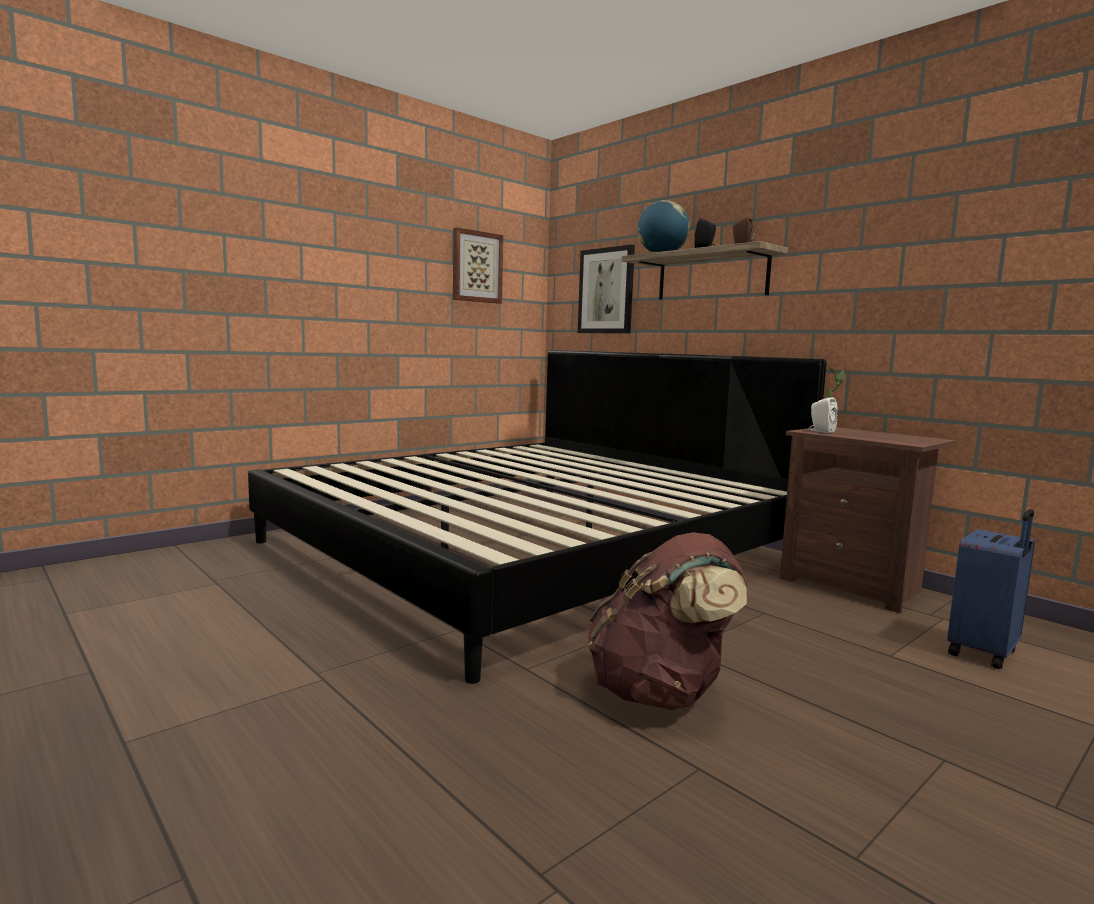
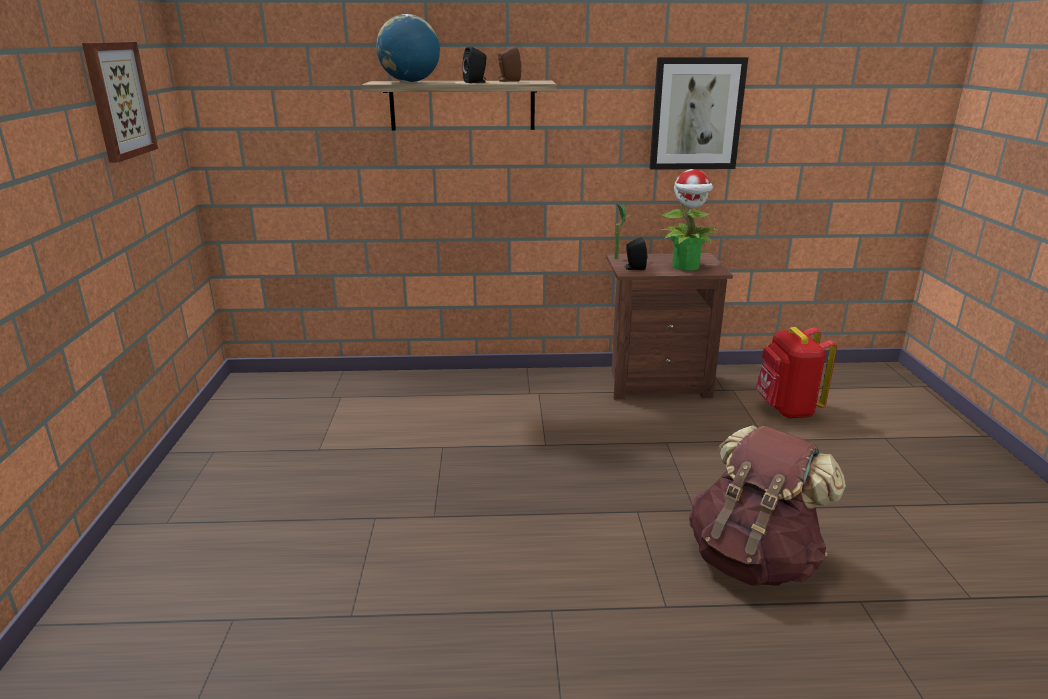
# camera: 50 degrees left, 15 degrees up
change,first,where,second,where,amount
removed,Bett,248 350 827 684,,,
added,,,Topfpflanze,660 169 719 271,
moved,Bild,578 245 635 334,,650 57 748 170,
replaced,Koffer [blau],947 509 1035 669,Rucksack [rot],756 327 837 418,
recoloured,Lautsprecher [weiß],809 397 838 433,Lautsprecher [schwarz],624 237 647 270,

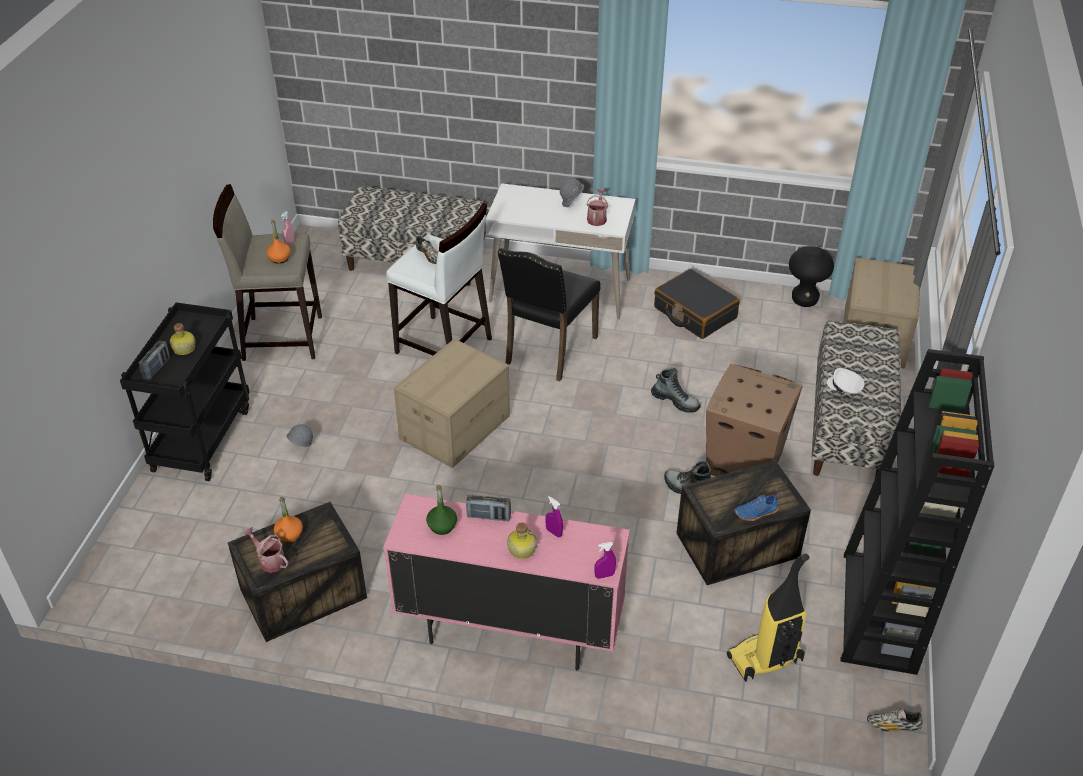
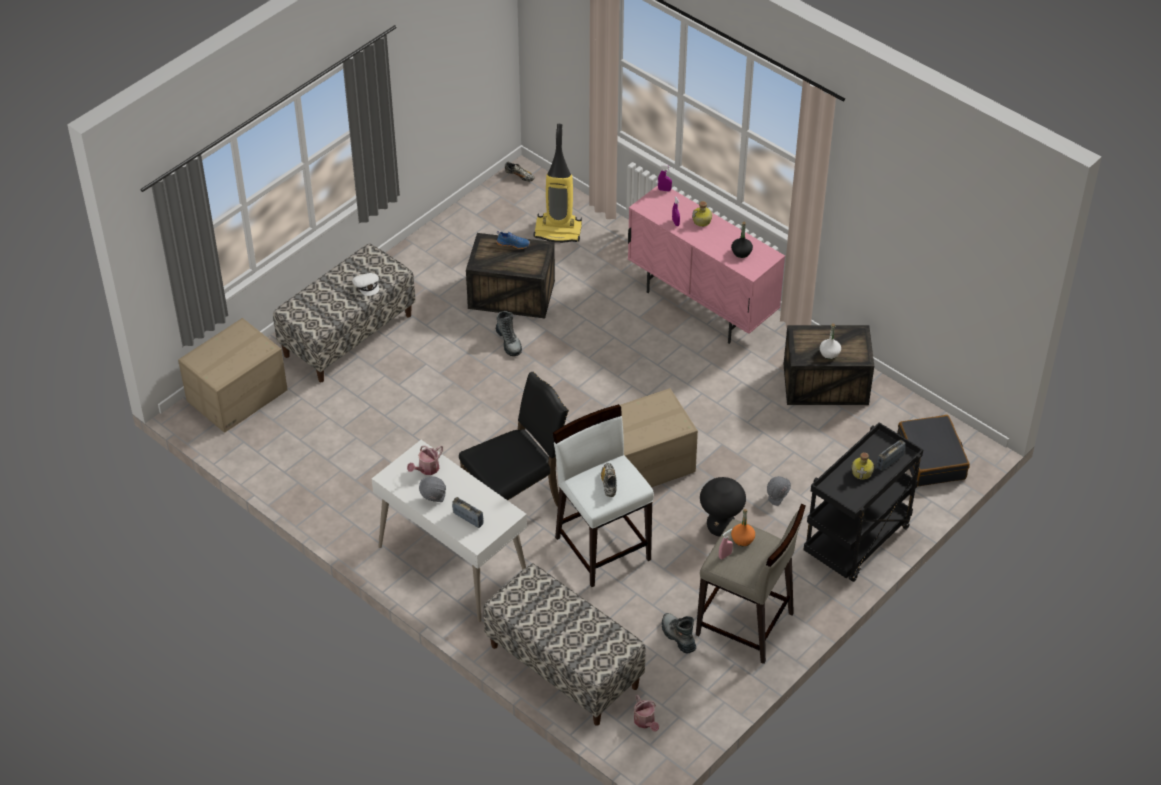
# camera: 150 degrees left, 5 degrees up
change,first,where,second,where,amount
removed,Karton,706 364 803 476,,,
removed,Bücherregal [schwarz],841 349 994 675,,,
moved,Gießkanne,243 527 288 573,,634 695 659 732,
moved,Radio,466 495 511 521,,452 497 483 528,
moved,Stiefel,651 367 701 413,,662 613 696 654,
moved,Koffer [schwarz],654 269 740 339,,897 415 970 486,
moved,Hocker [schwarz],789 246 834 307,,700 477 746 537,
recoloured,Flasche [orange],274 497 303 543,Flasche [weiß],820 323 841 359,
recoloured,Flasche [grün],426 485 457 535,Flasche [schwarz],731 221 753 258,

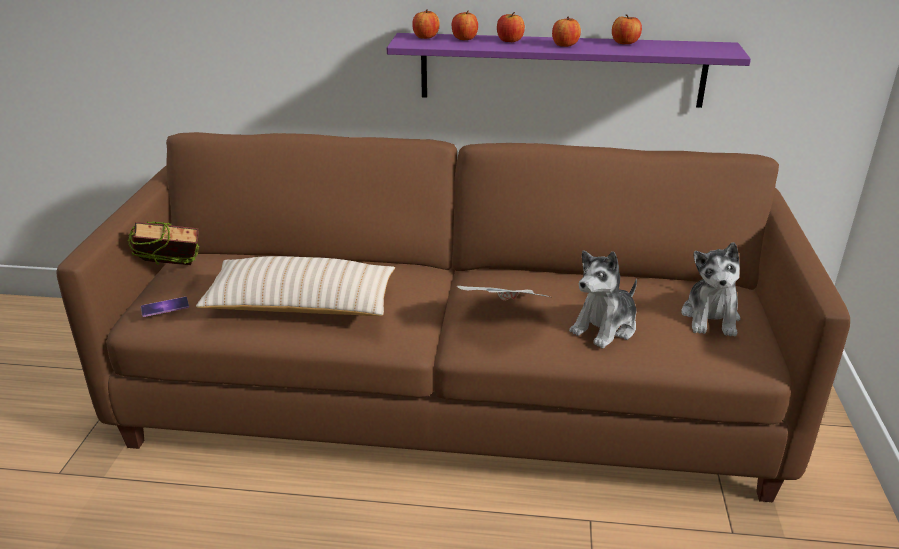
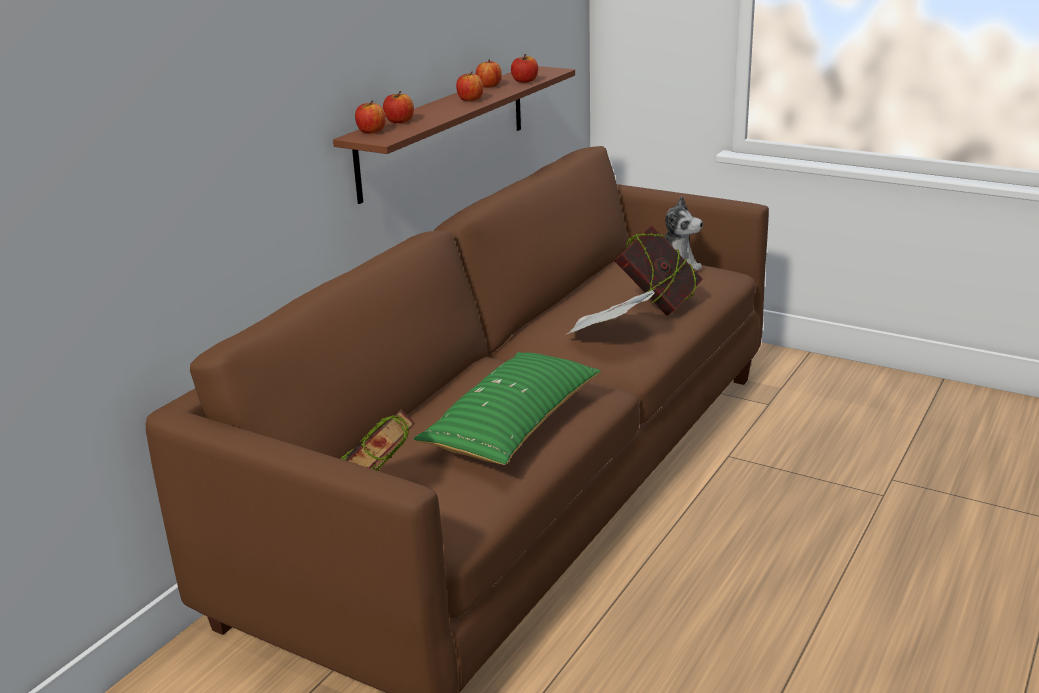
# camera: 65 degrees left, 5 degrees down
change,first,where,second,where,amount
removed,Handy,141 297 189 317,,,
moved,Apfel,497 12 525 42,,511 54 538 83,
replaced,Plüschtier,569 250 637 348,Buch,615 225 703 316,
recoloured,Kissen [beige],196 256 395 316,Kissen [grün],414 352 601 465,
recoloured,Wandregal [lila],387 33 751 108,Wandregal [braun],333 66 575 204,

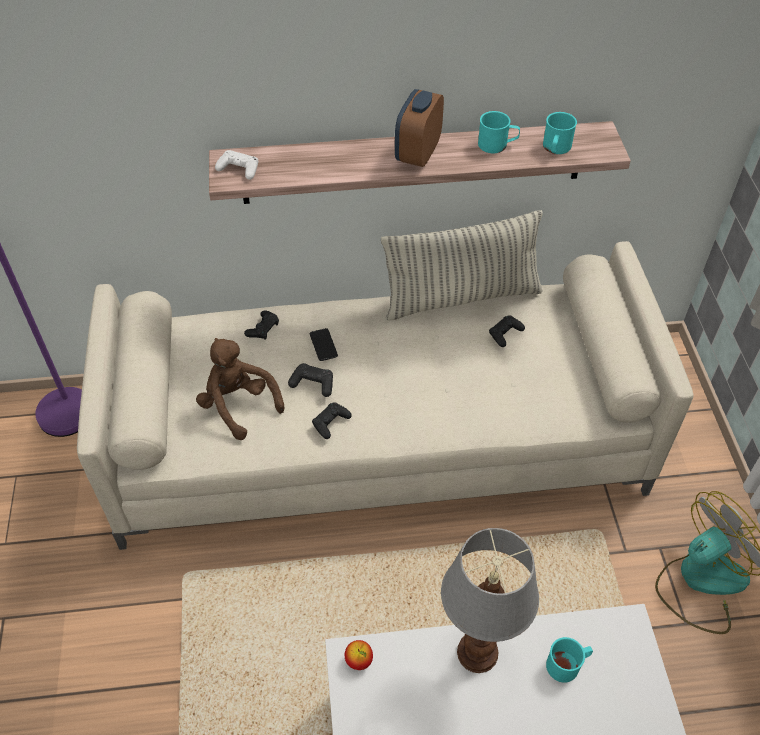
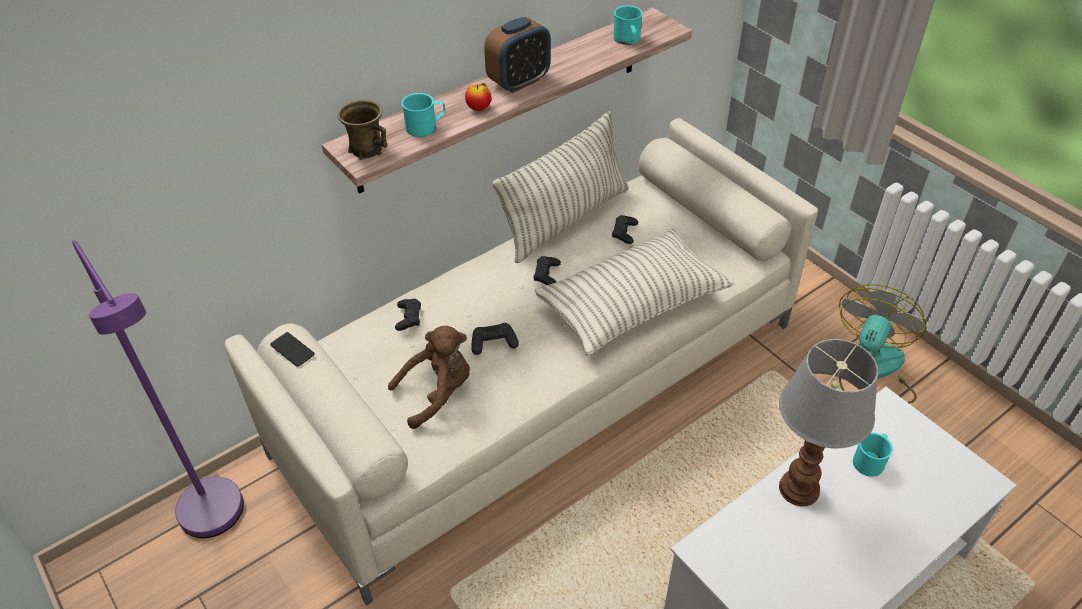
# camera: 30 degrees left, 5 degrees down
change,first,where,second,where,amount
added,,,Kissen,534 228 733 356,
moved,Handy,310 328 338 361,,270 332 315 367,
moved,Gamepad [schwarz],312 402 352 439,,533 256 561 285,
moved,Apfel,345 640 373 670,,465 83 492 111,
moved,Henkelbecher [türkis],478 111 520 153,,401 93 445 137,
replaced,Gamepad [weiß],215 150 258 180,Henkelbecher [braun],337 100 387 160,
turned,Plüschtier [braun],196 338 284 440,,388 326 470 429,135 degrees clockwise
turned,Wecker,395 89 444 167,,484 17 551 93,120 degrees counterclockwise

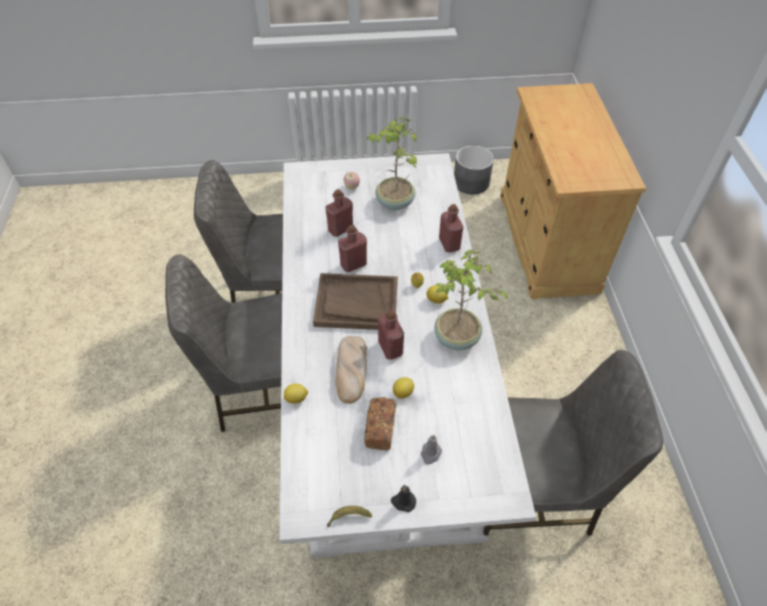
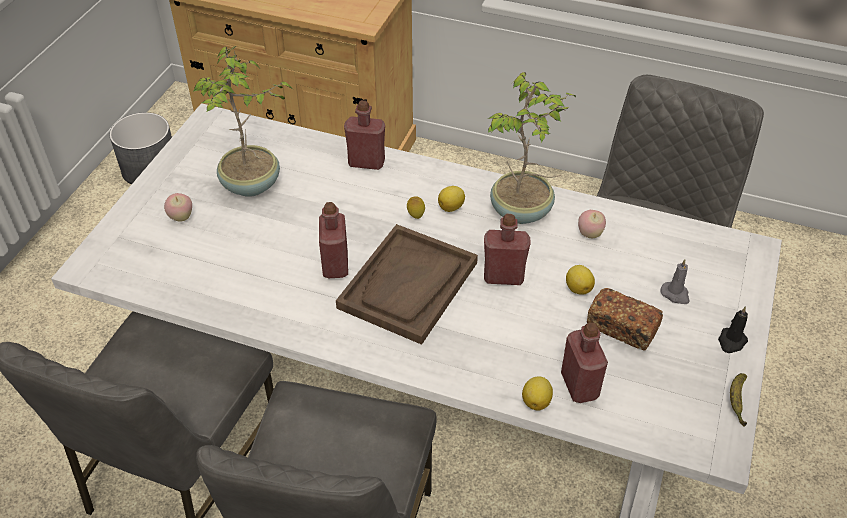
# camera: 65 degrees left, 5 degrees down
change,first,where,second,where,amount
removed,Brot,335 336 367 404,,,
added,,,Apfel,578 210 606 238,
moved,Flasche [rot],325 189 353 237,,561 323 608 403,

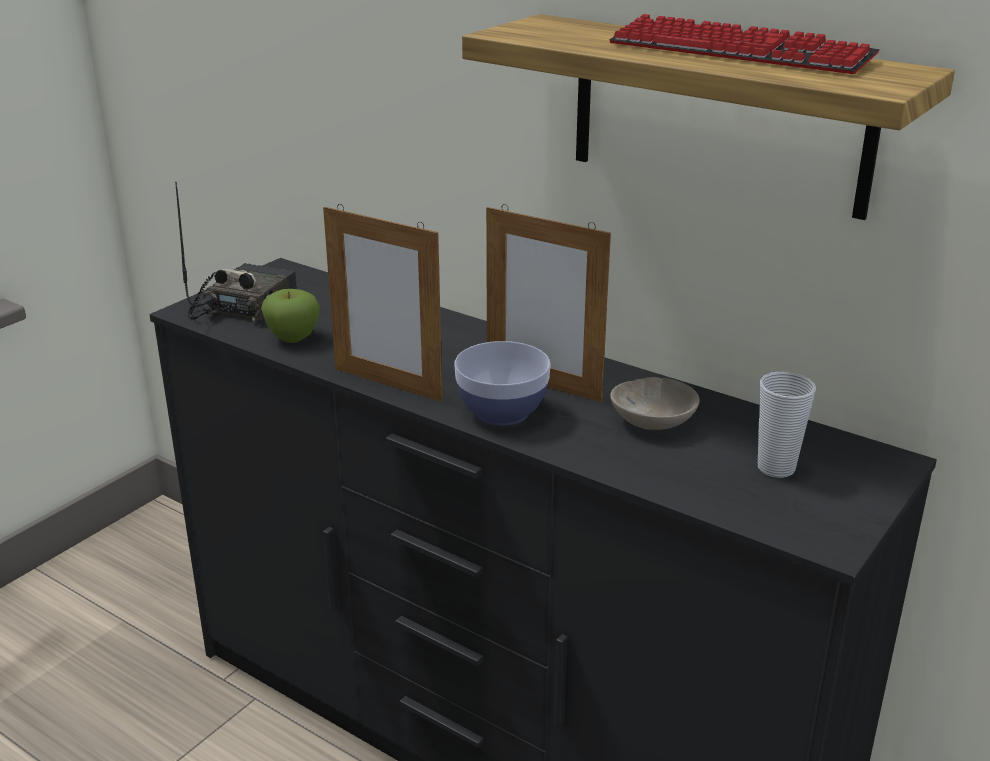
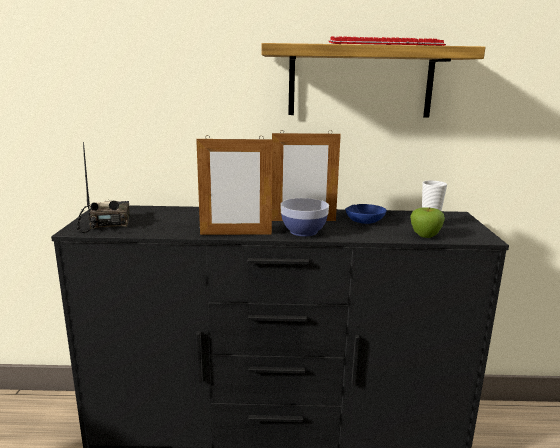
# camera: 35 degrees left, 10 degrees down
change,first,where,second,where,amount
moved,Apfel,261 289 320 343,,410 207 445 238,
recoloured,Schüssel [beige],610 377 699 430,Schüssel [blau],345 204 386 224,

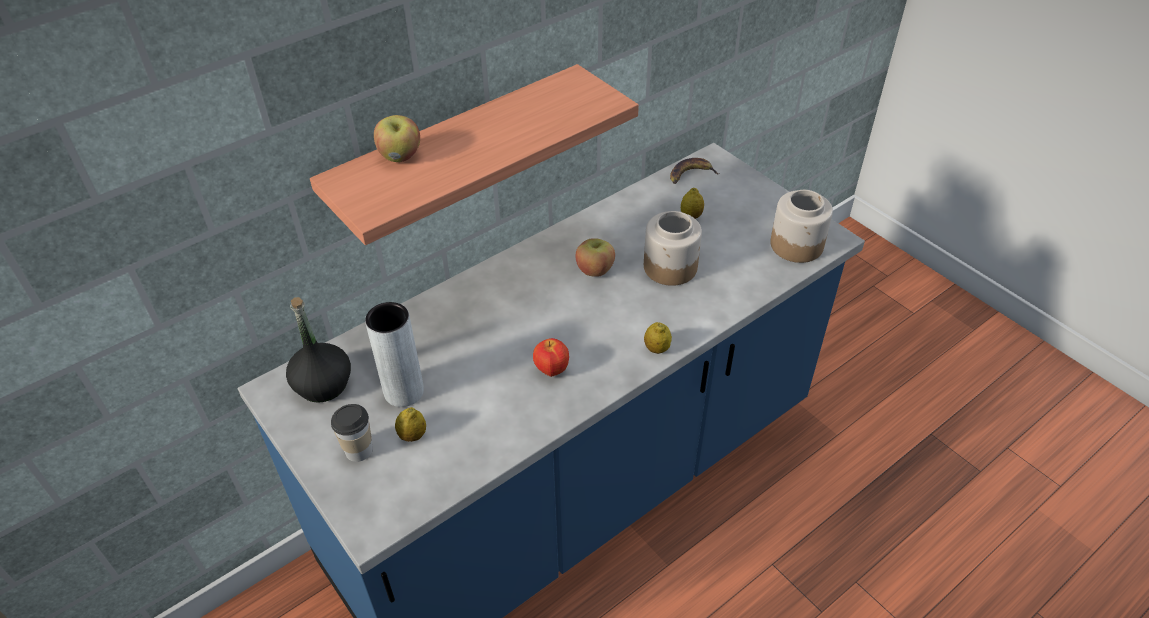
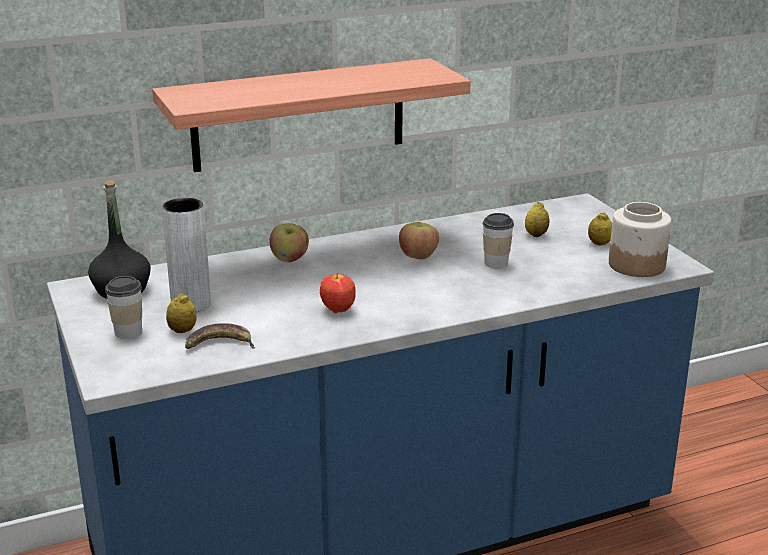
# camera: 15 degrees right, 20 degrees down
change,first,where,second,where,amount
moved,Apfel,374 115 420 162,,269 223 309 262,
moved,Zitrone,644 322 672 354,,588 212 612 246,
moved,Banane,670 158 719 184,,185 323 255 349,
replaced,Vorratsglas,644 211 702 286,Tasse,482 213 514 268,

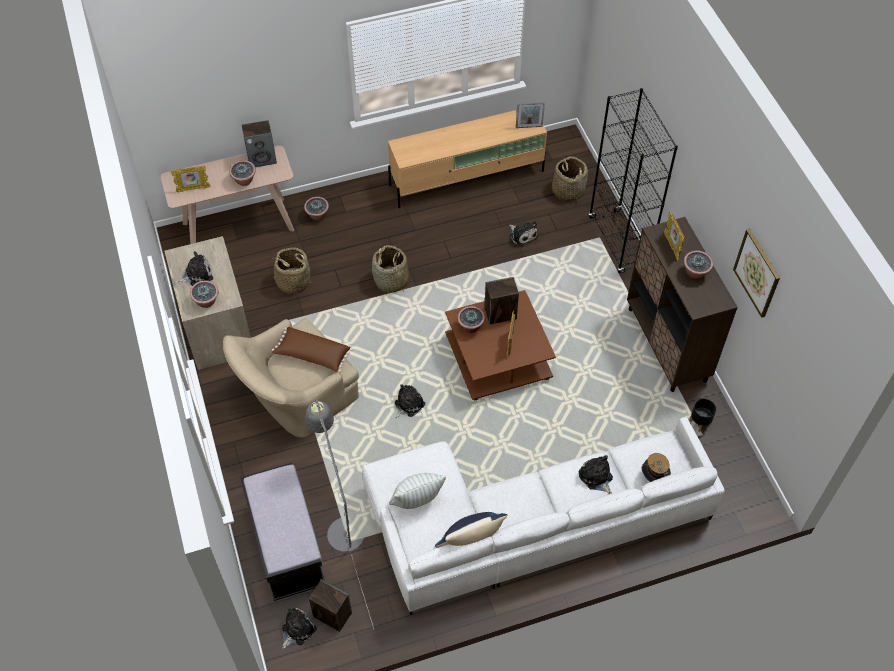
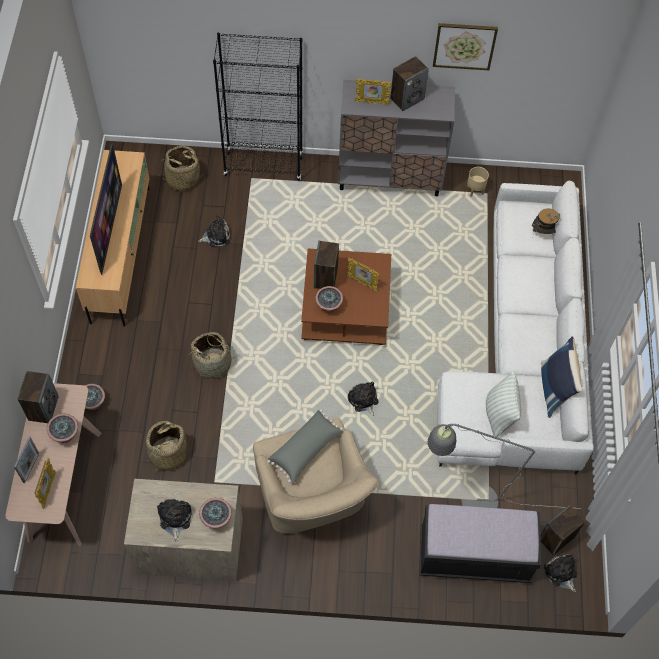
# camera: 70 degrees left, 5 degrees up
change,first,where,second,where,amount
removed,Plüschtier,579 455 613 494,,,
added,,,Fernseher,90 144 122 275,
moved,Bilderrahmen,516 102 545 128,,14 437 39 483,
replaced,Topfpflanze,684 251 713 279,Lautsprecher,390 56 429 111,
recoloured,Kissen [braun],272 327 353 372,Kissen [grau],267 409 343 483,
recoloured,Schrank [braun],627 217 738 392,Schrank [grau],338 80 455 196,
recoloured,Pflanzkübel [schwarz],689 399 716 432,Pflanzkübel [beige],467 167 489 197,

